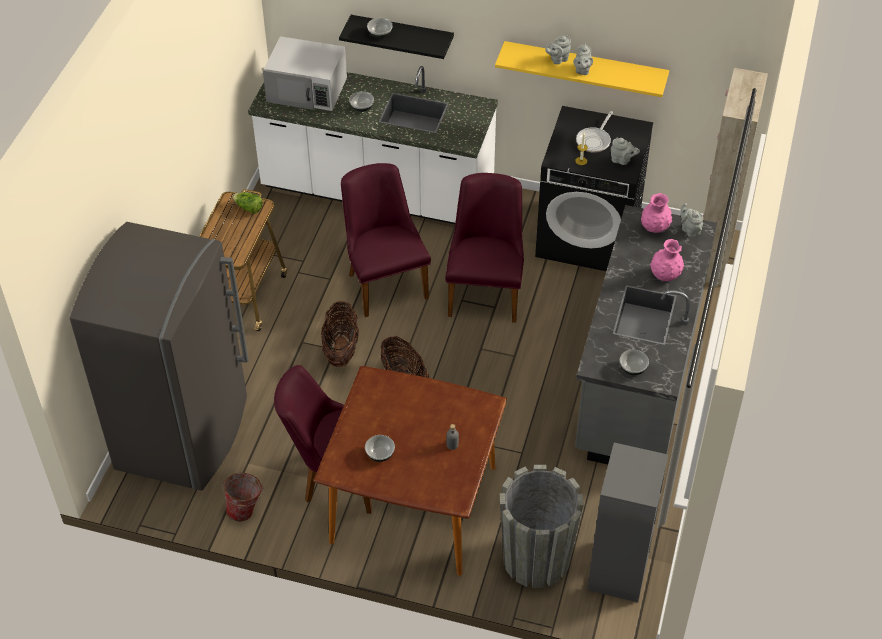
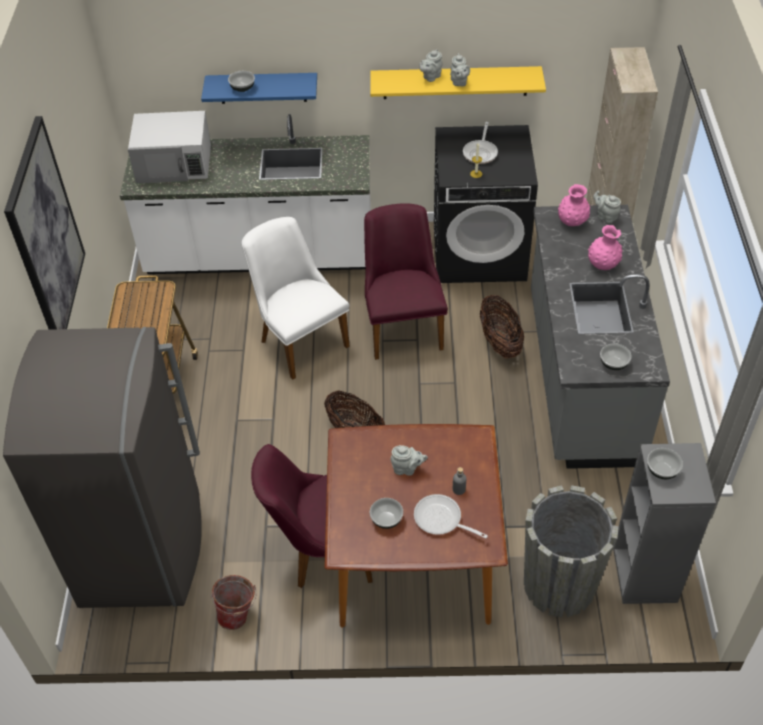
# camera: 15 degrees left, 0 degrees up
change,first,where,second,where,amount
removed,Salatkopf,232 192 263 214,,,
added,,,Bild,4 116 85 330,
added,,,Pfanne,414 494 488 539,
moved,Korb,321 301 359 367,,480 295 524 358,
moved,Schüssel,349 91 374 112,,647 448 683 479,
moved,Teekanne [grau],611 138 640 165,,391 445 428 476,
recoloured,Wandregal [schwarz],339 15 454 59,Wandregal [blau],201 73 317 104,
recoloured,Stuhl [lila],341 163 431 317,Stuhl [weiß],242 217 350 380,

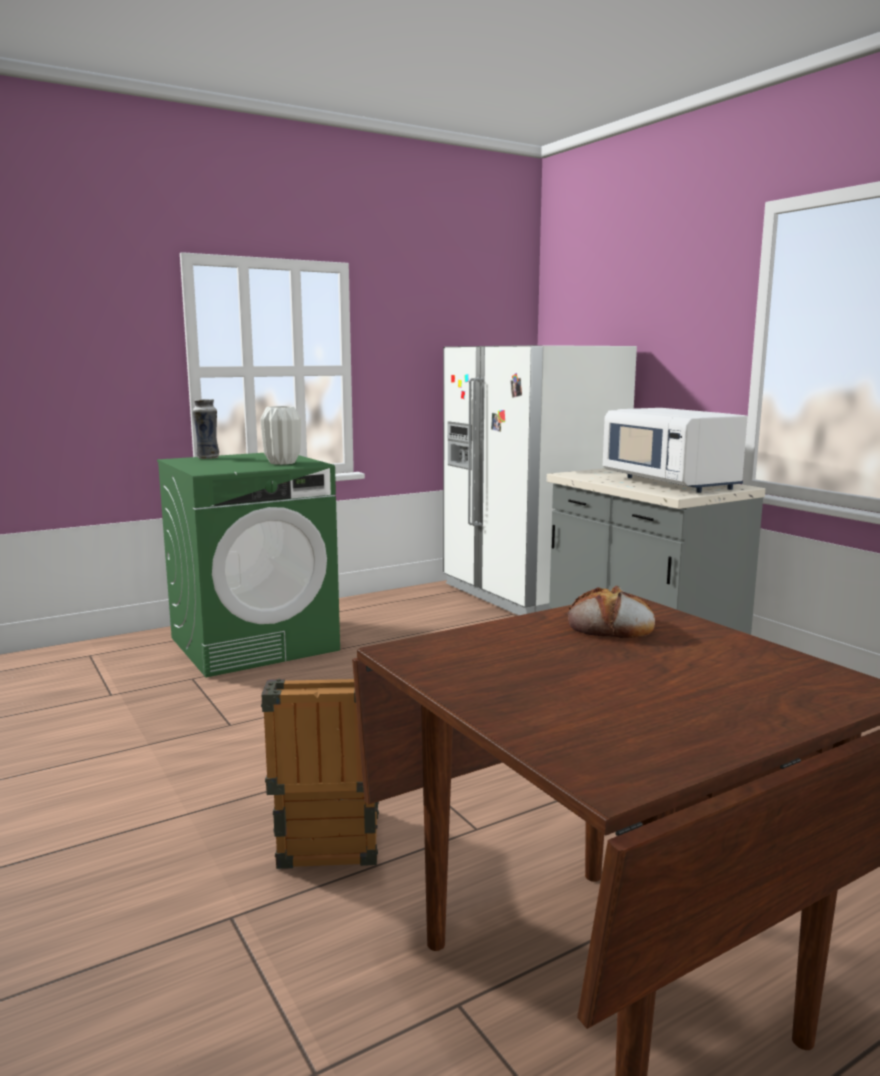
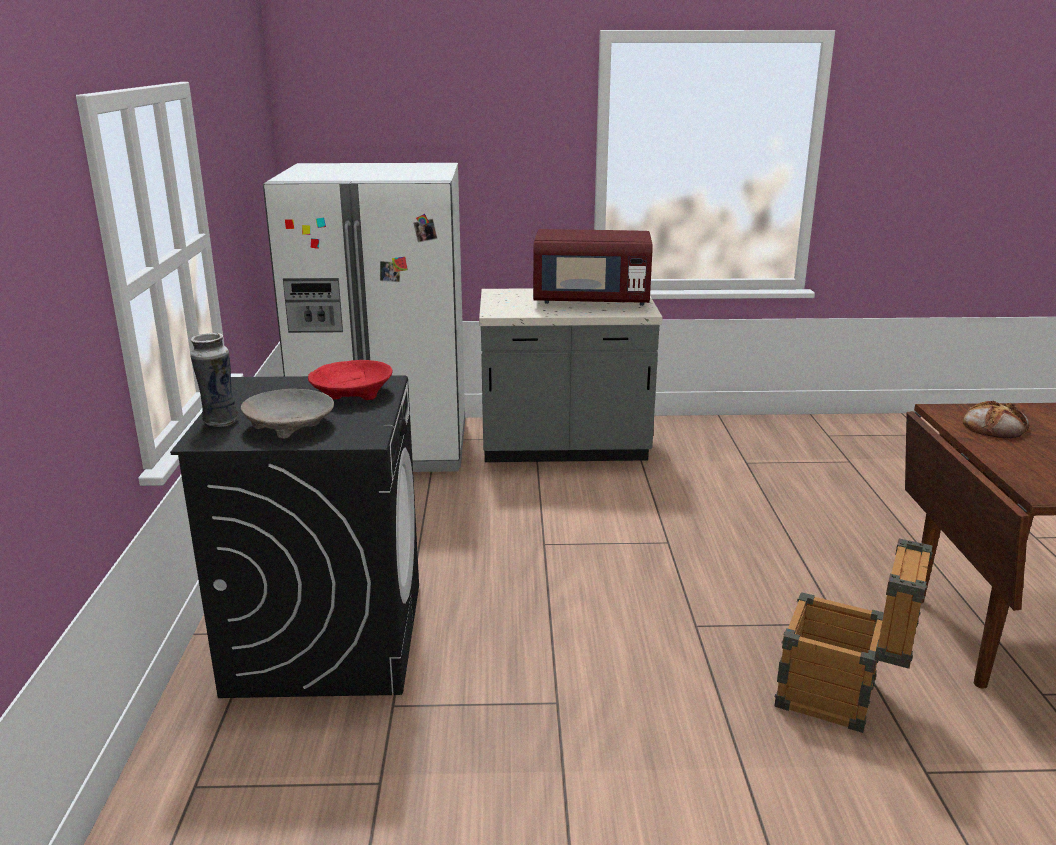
# camera: 60 degrees left, 10 degrees up
change,first,where,second,where,amount
added,,,Schüssel [beige],241 389 334 439,
replaced,Vase [weiß],260 406 301 465,Schüssel [rot],308 360 392 400,
recoloured,Waschmaschine [grün],157 453 340 677,Waschmaschine [schwarz],170 375 419 698,
recoloured,Mikrowelle [weiß],603 408 748 493,Mikrowelle [rot],533 229 653 306,

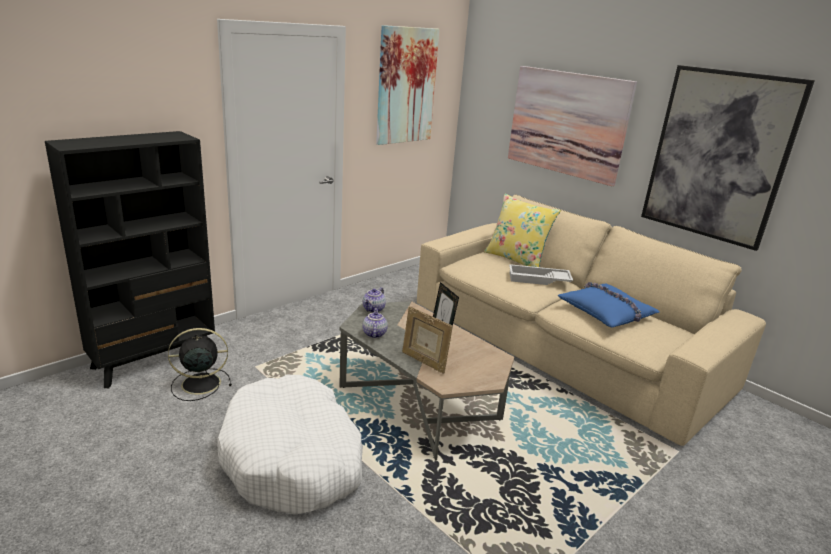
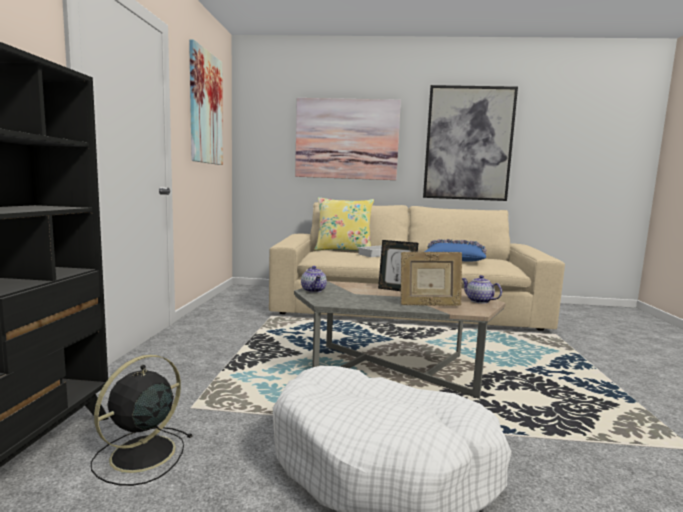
# camera: 40 degrees left, 15 degrees down
change,first,where,second,where,amount
moved,Teekanne,363 308 388 338,,462 275 502 303,

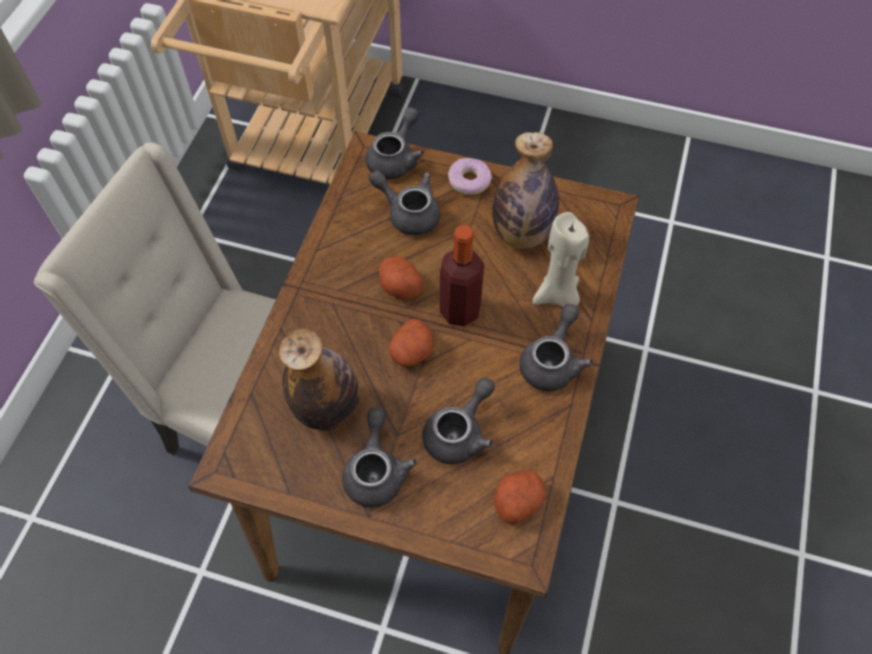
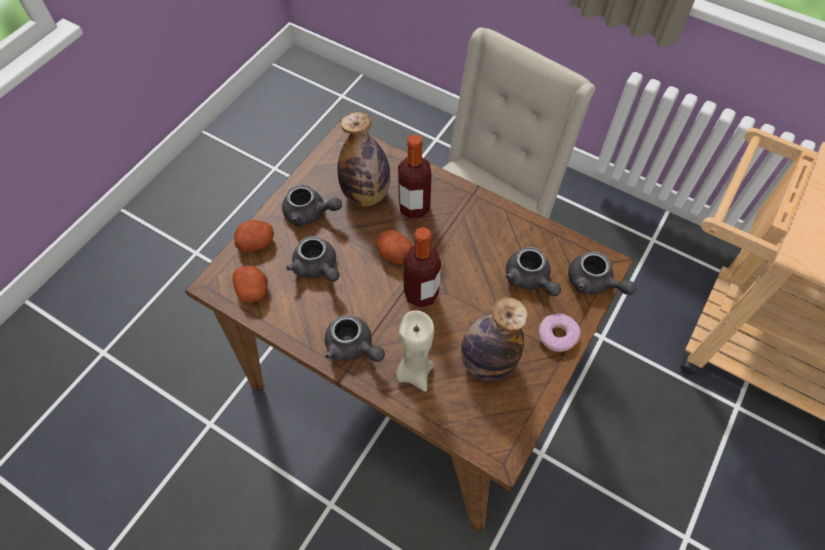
# camera: 105 degrees right, 0 degrees up
change,first,where,second,where,amount
added,,,Flasche,398 134 432 219,
moved,Kartoffel,379 256 423 300,,234 220 274 252,
turned,Teekanne [grau],369 170 440 235,,506 247 561 296,105 degrees clockwise

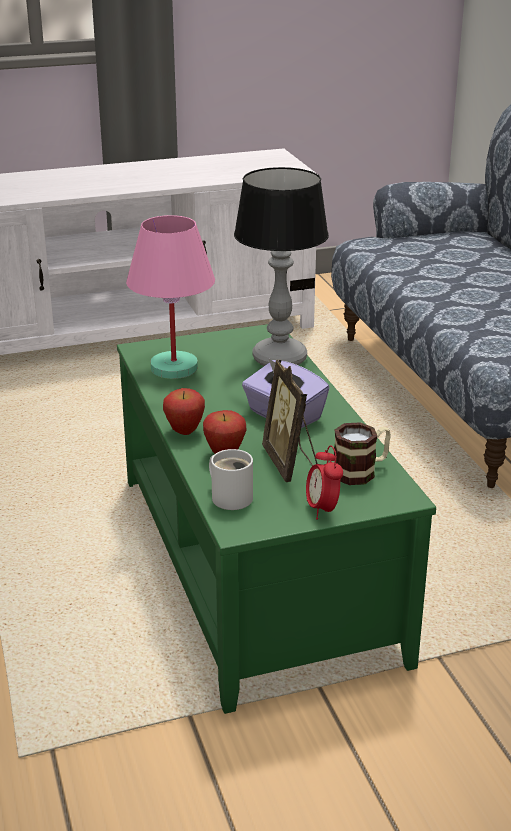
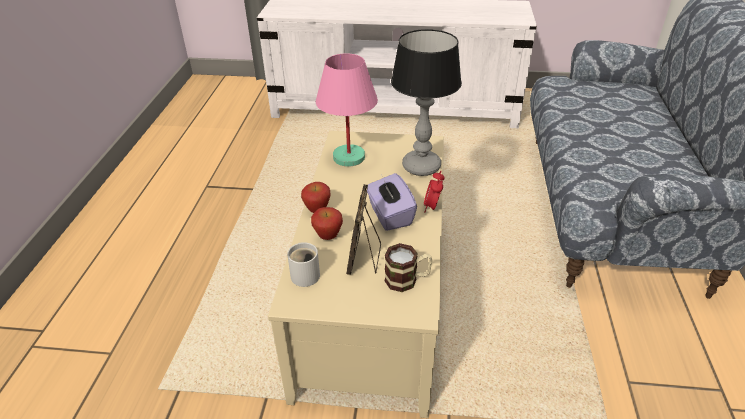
# camera: 25 degrees right, 10 degrees up
change,first,where,second,where,amount
moved,Wecker,306 445 343 520,,424 171 445 212,
recoloured,Couchtisch [grün],117 324 436 714,Couchtisch [beige],268 131 444 418,

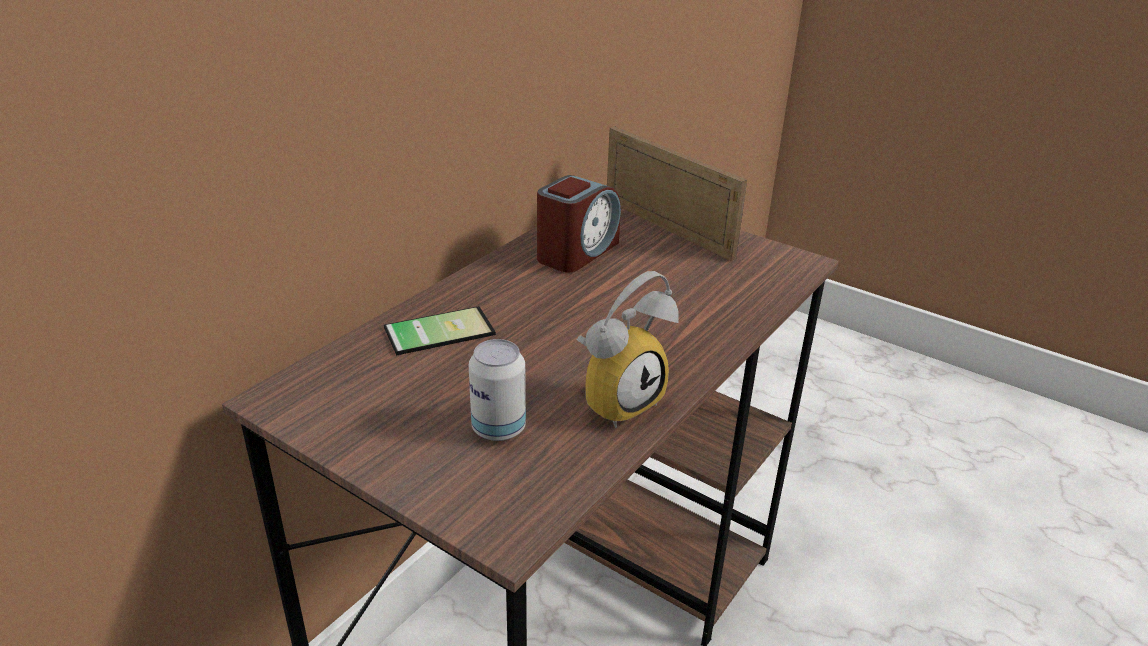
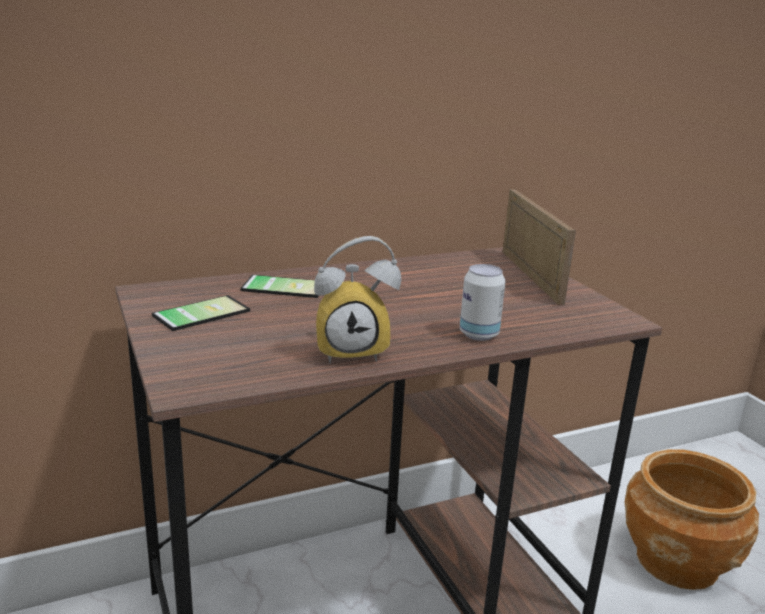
# camera: 30 degrees right, 10 degrees down
change,first,where,second,where,amount
removed,Wecker,537 175 621 272,,,
added,,,Handy,152 295 250 331,
added,,,Pflanzkübel [braun],624 449 759 590,
moved,Dose,469 339 526 441,,460 264 506 341,

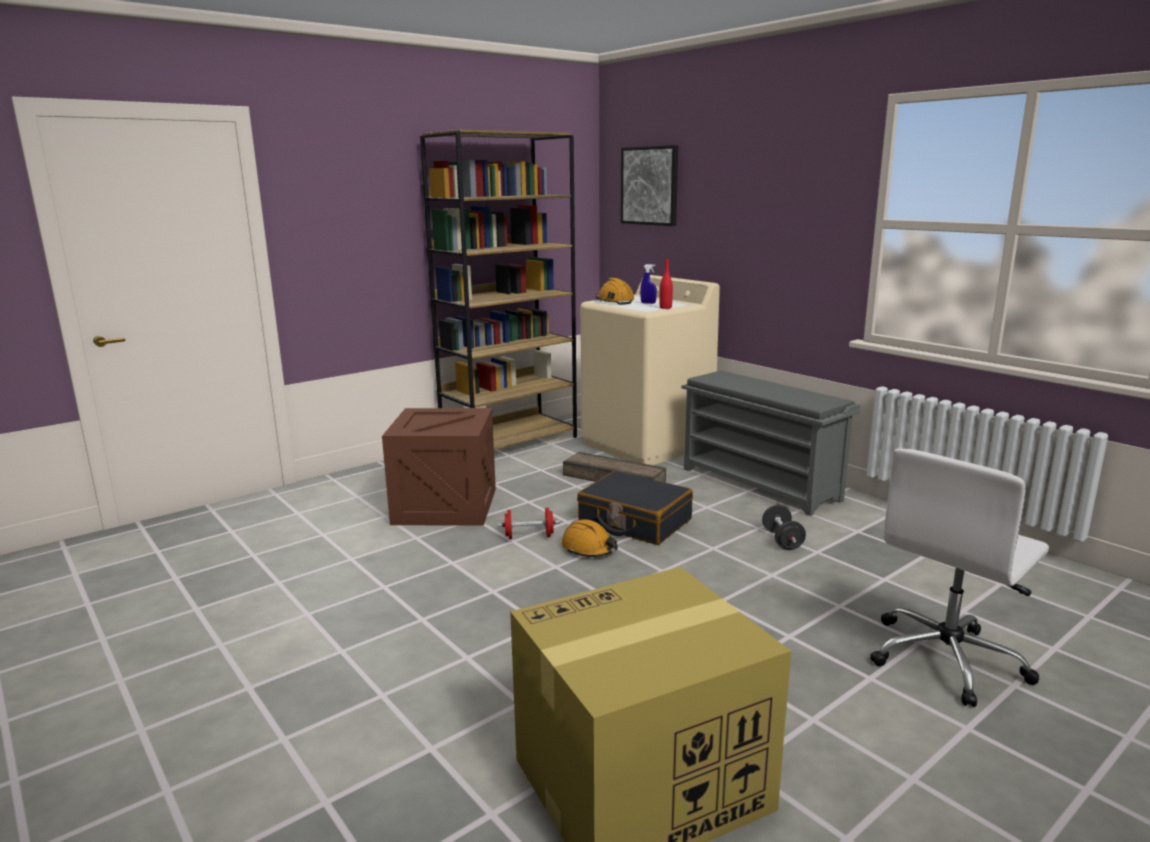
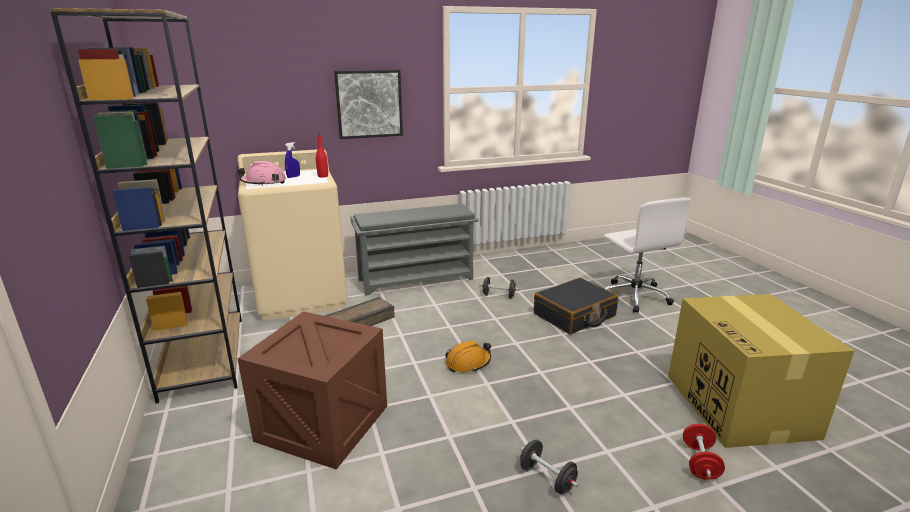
# camera: 70 degrees left, 5 degrees up
change,first,where,second,where,amount
added,,,Hantel [schwarz],520 439 579 494,
moved,Hantel [rot],498 508 560 539,,683 424 725 480,
moved,Koffer [schwarz],577 471 693 545,,534 278 618 334,
moved,Bild,621 145 678 226,,334 70 403 139,
recoloured,Schutzhelm [orange],596 278 634 305,Schutzhelm [rosa],237 161 286 186,

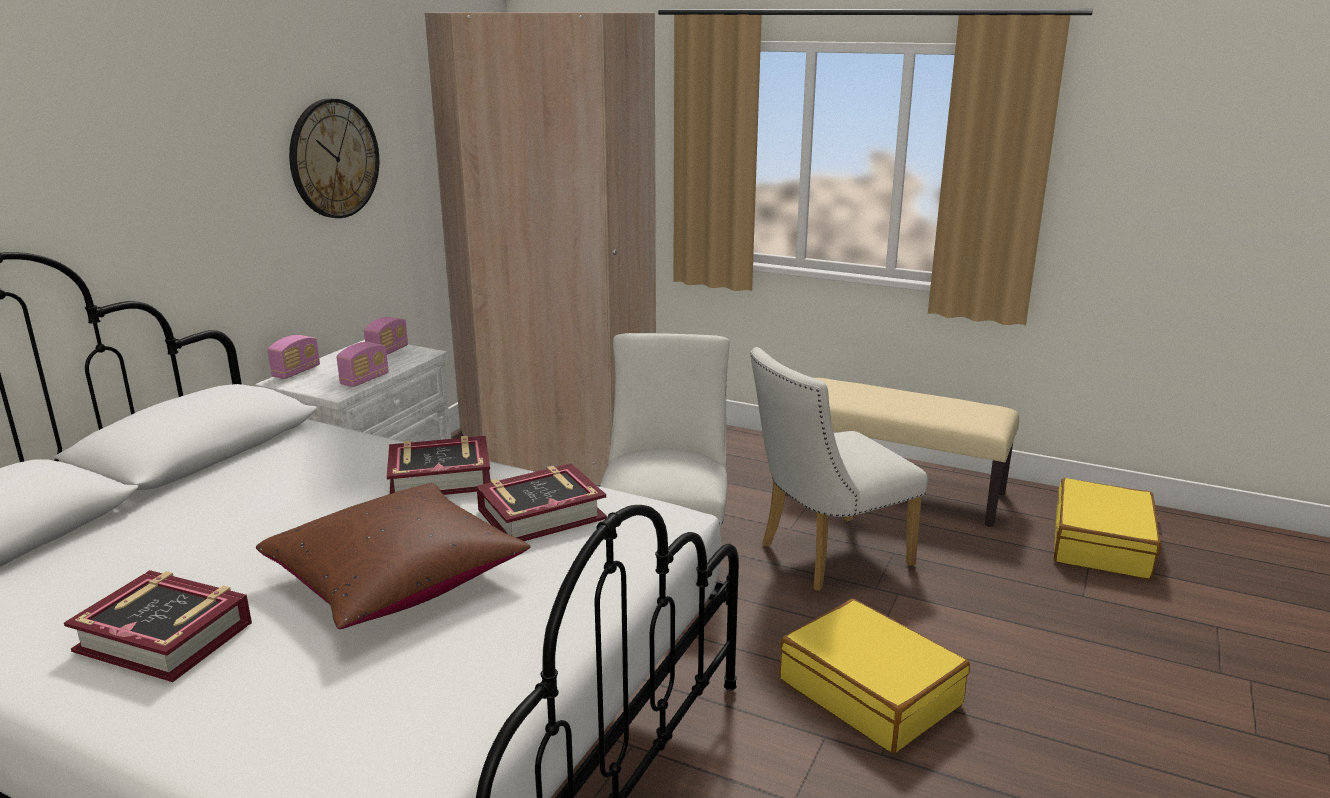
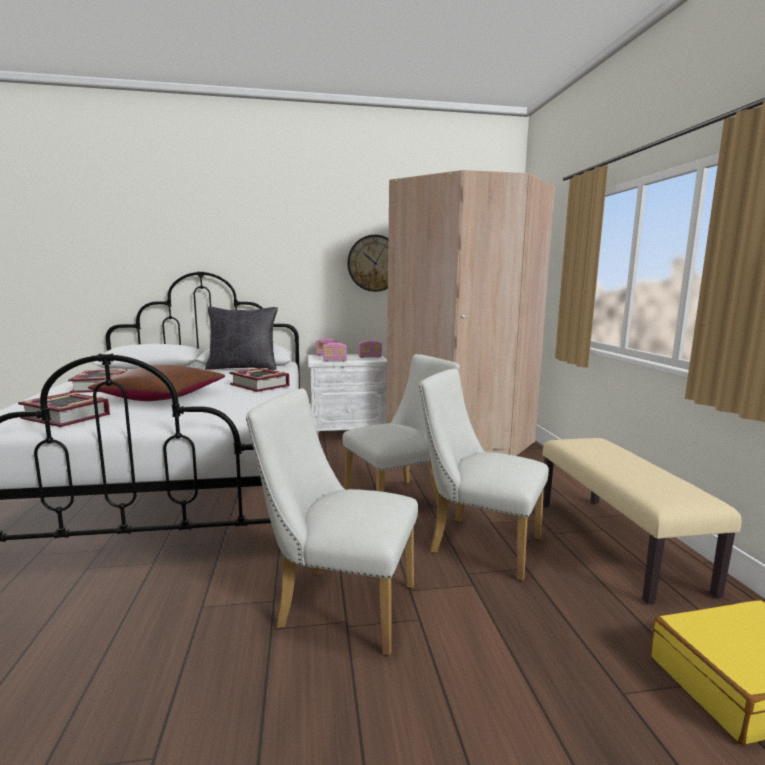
# camera: 55 degrees right, 10 degrees down
change,first,where,second,where,amount
added,,,Kissen [schwarz],205 307 278 370,
moved,Buch,476 463 607 541,,18 392 110 427,
replaced,Koffer [gelb],780 599 970 753,Stuhl [weiß],246 388 418 655,

